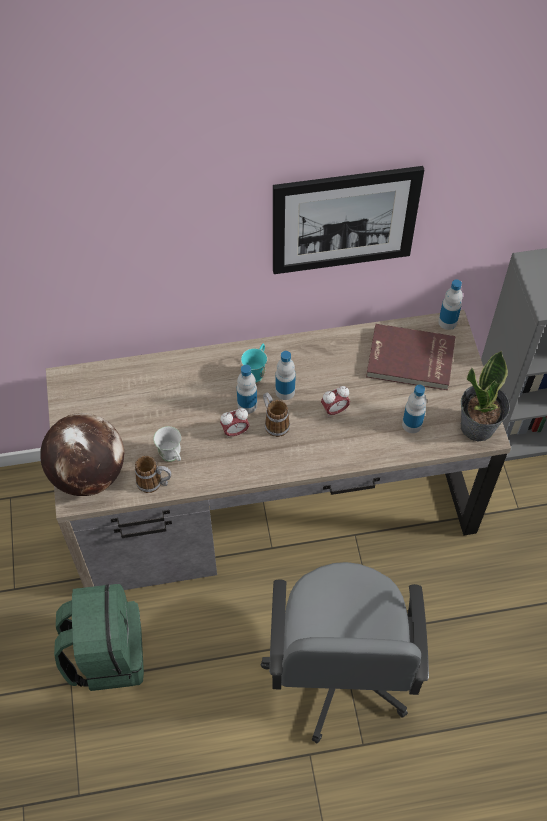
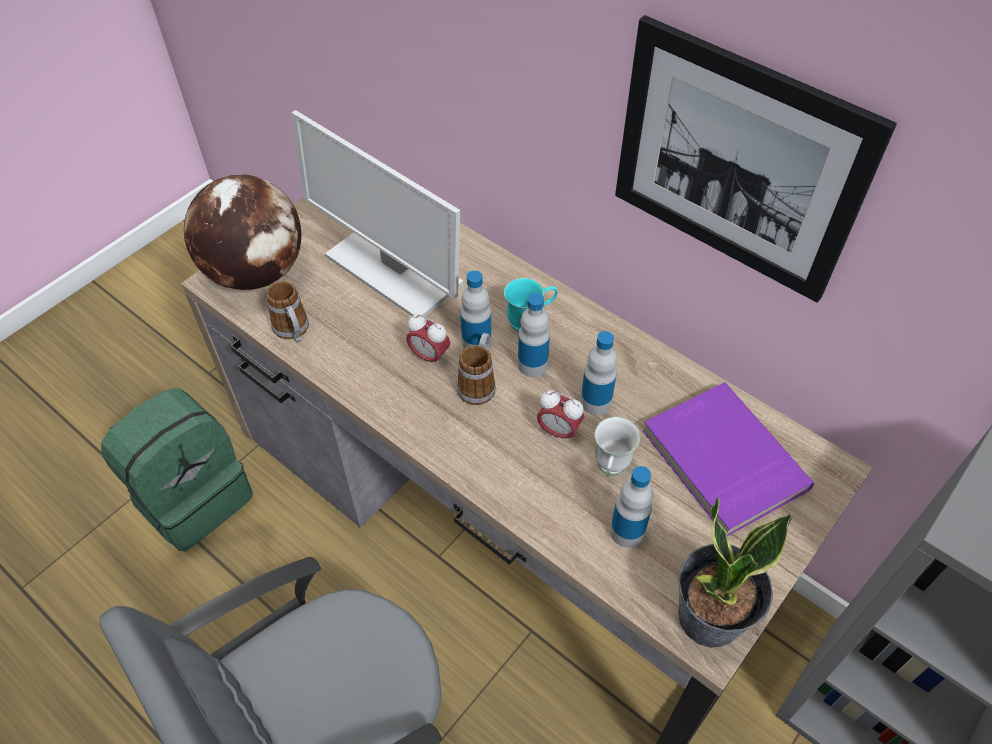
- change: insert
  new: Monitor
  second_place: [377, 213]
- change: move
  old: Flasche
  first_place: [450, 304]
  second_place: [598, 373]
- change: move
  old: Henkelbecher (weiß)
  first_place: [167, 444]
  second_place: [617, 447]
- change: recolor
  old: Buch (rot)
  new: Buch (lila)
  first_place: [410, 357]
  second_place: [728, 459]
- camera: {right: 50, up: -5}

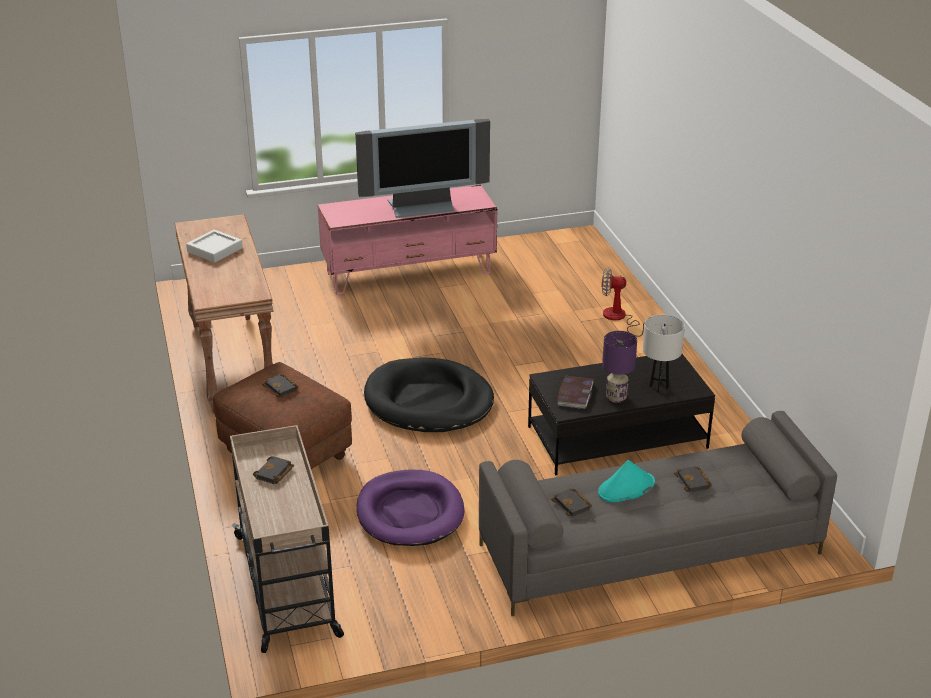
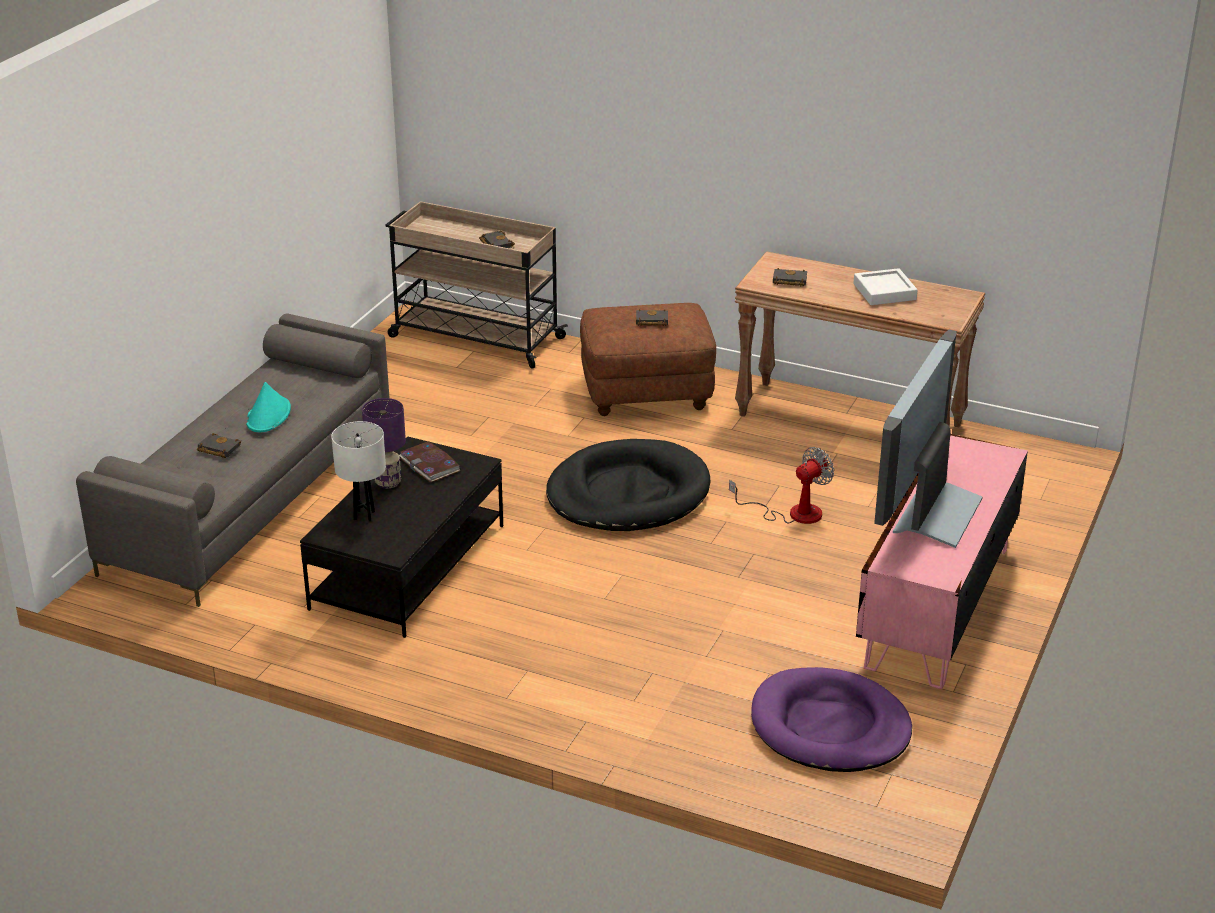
- change: move
  old: Ventilator
  first_place: [623, 302]
  second_place: [781, 485]
- change: move
  old: Hundebett (lila)
  first_place: [410, 507]
  second_place: [831, 719]
- change: move
  old: Buch (schwarz)
  first_place: [571, 502]
  second_place: [790, 277]
- camera: {right: 130, up: 0}

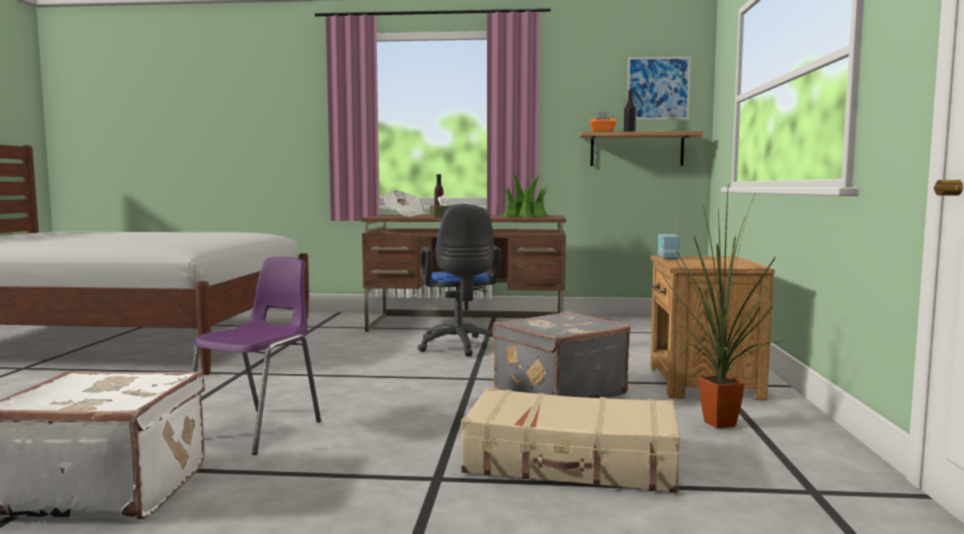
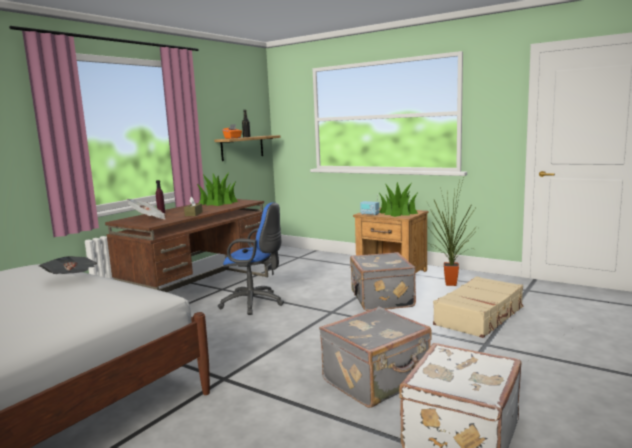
- change: insert
  new: Zeitung
  second_place: [68, 265]
- change: replace
  old: Stuhl (lila)
  new: Koffer (grau)
  first_place: [256, 356]
  second_place: [375, 357]
- change: insert
  new: Topfpflanze
  second_place: [398, 199]
- change: delete
  old: Bild
  first_place: [659, 88]
- camera: {right: -60, up: 5}

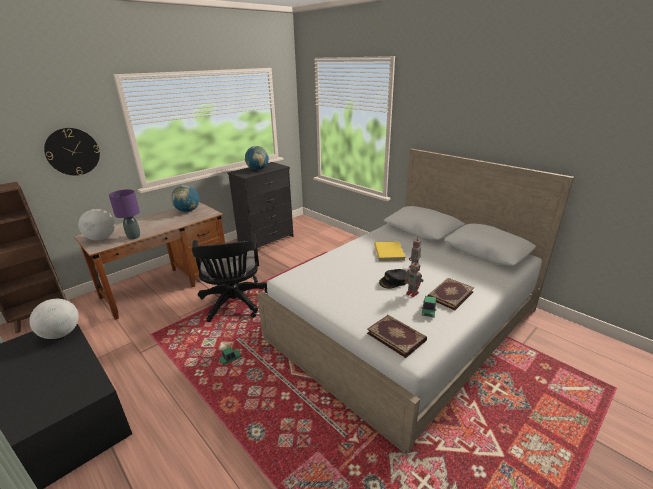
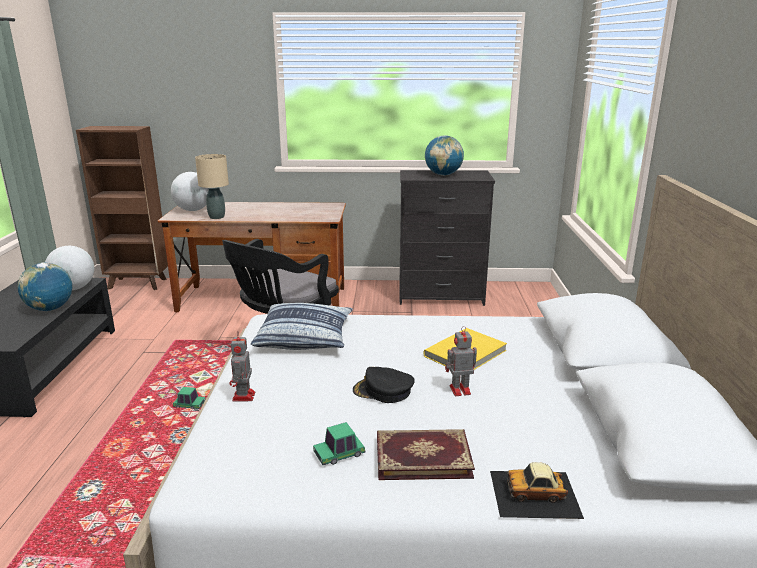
- change: move
  old: Globus
  first_place: [185, 198]
  second_place: [44, 286]
- change: recolor
  old: Tischlampe (lila)
  new: Tischlampe (beige)
  first_place: [124, 214]
  second_place: [212, 186]
- change: move
  old: Spielzeugroboter
  first_place: [414, 278]
  second_place: [242, 366]
- change: insert
  new: Kissen
  second_place: [302, 326]
- change: insert
  new: Spielzeugauto
  second_place: [537, 490]
- change: delete
  old: Wanduhr
  first_place: [72, 152]
- change: delete
  old: Buch
  first_place: [397, 336]
- camera: {right: 45, up: -5}

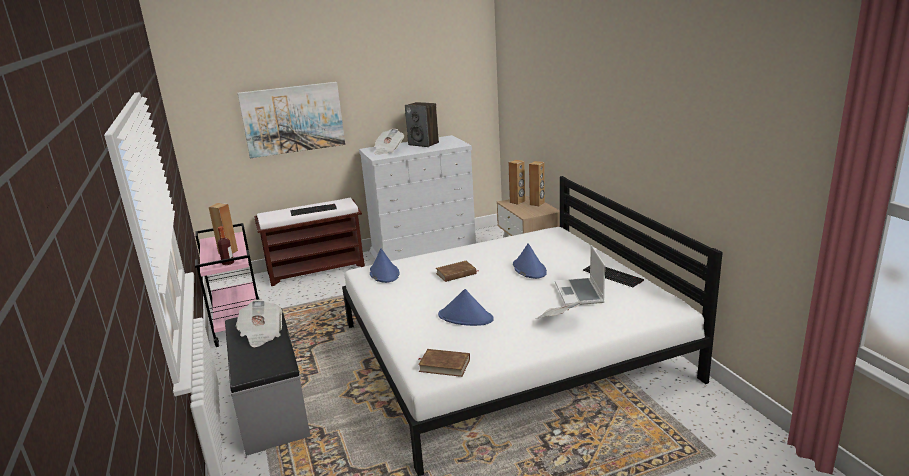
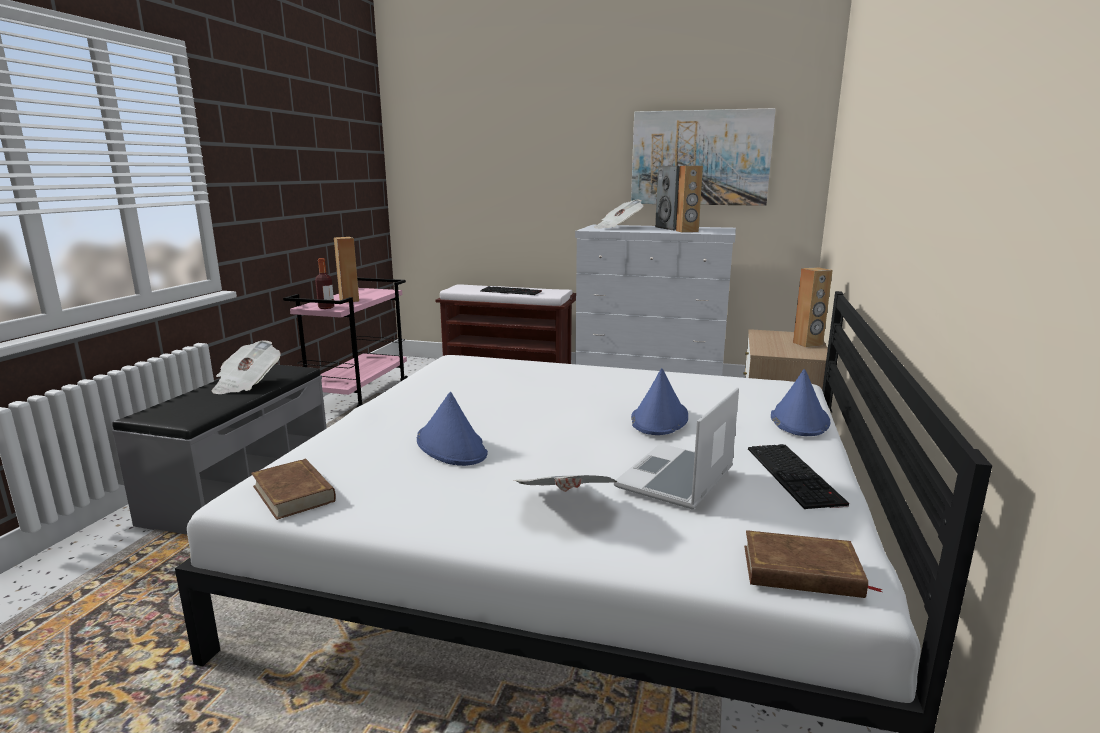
- change: move
  old: Bild
  first_place: [291, 120]
  second_place: [703, 157]
- change: move
  old: Lautsprecher (braun)
  first_place: [516, 182]
  second_place: [689, 199]
- change: move
  old: Buch (braun)
  first_place: [456, 271]
  second_place: [813, 564]
- change: move
  old: Hut (blau)
  first_place: [384, 265]
  second_place: [801, 402]
- camera: {right: 35, up: -5}

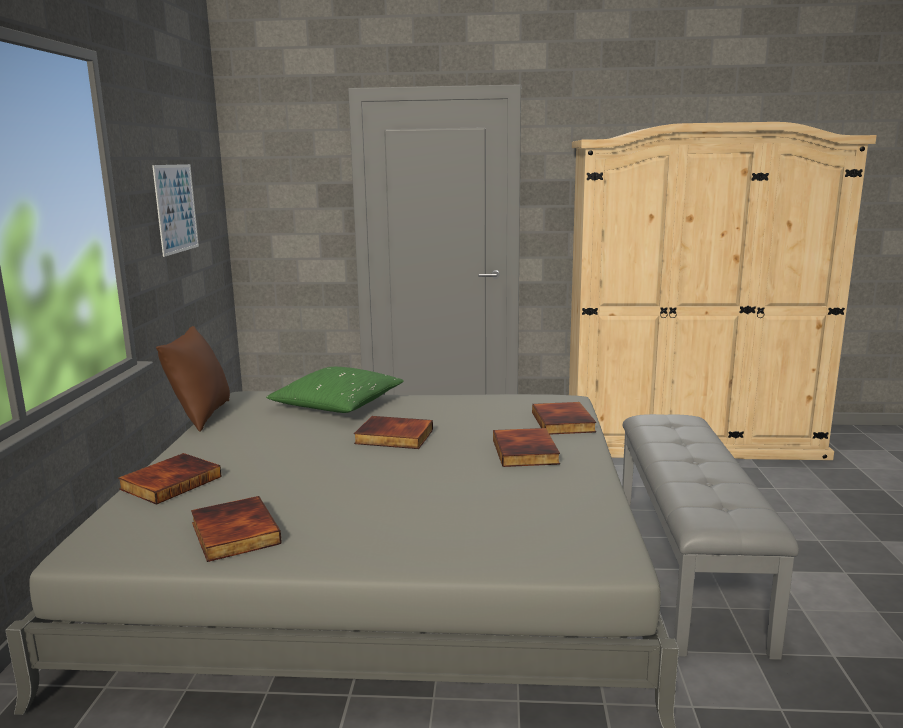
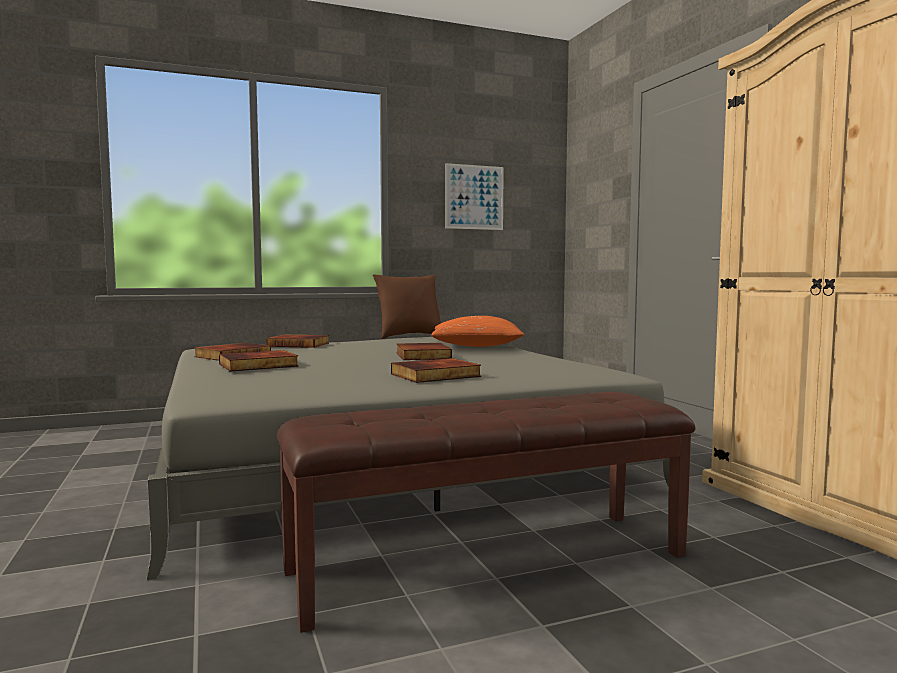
- change: move
  old: Buch
  first_place: [564, 418]
  second_place: [259, 360]
- change: recolor
  old: Bank (grau)
  new: Bank (braun)
  first_place: [710, 537]
  second_place: [486, 512]
- change: recolor
  old: Kissen (grün)
  new: Kissen (orange)
  first_place: [335, 390]
  second_place: [477, 331]
- camera: {right: 65, up: -10}

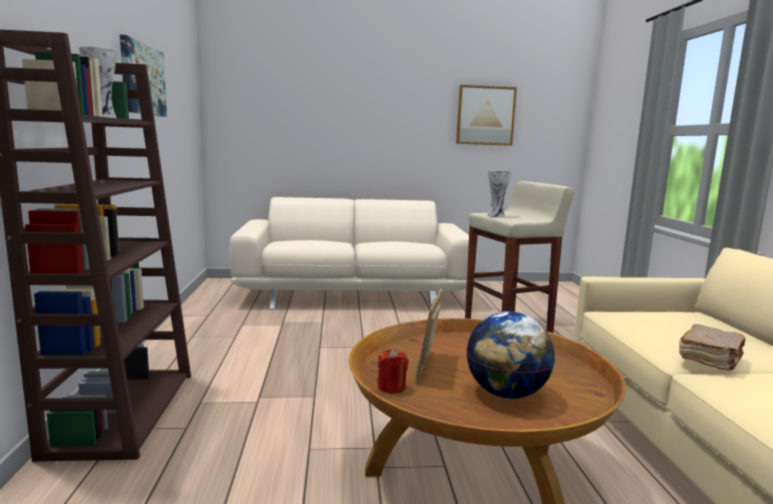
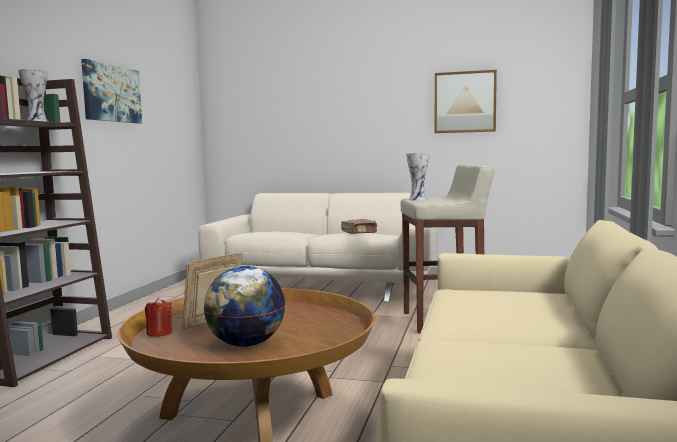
- change: move
  old: Buch (braun)
  first_place: [712, 347]
  second_place: [359, 226]
- camera: {right: 20, up: -5}

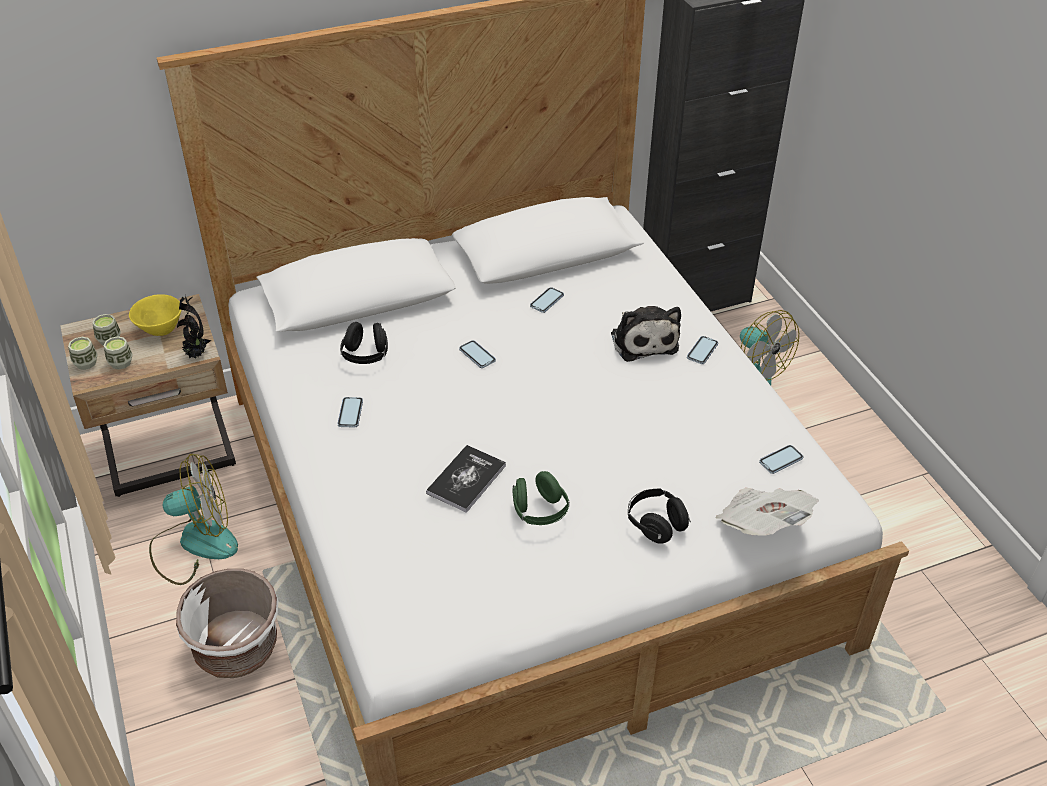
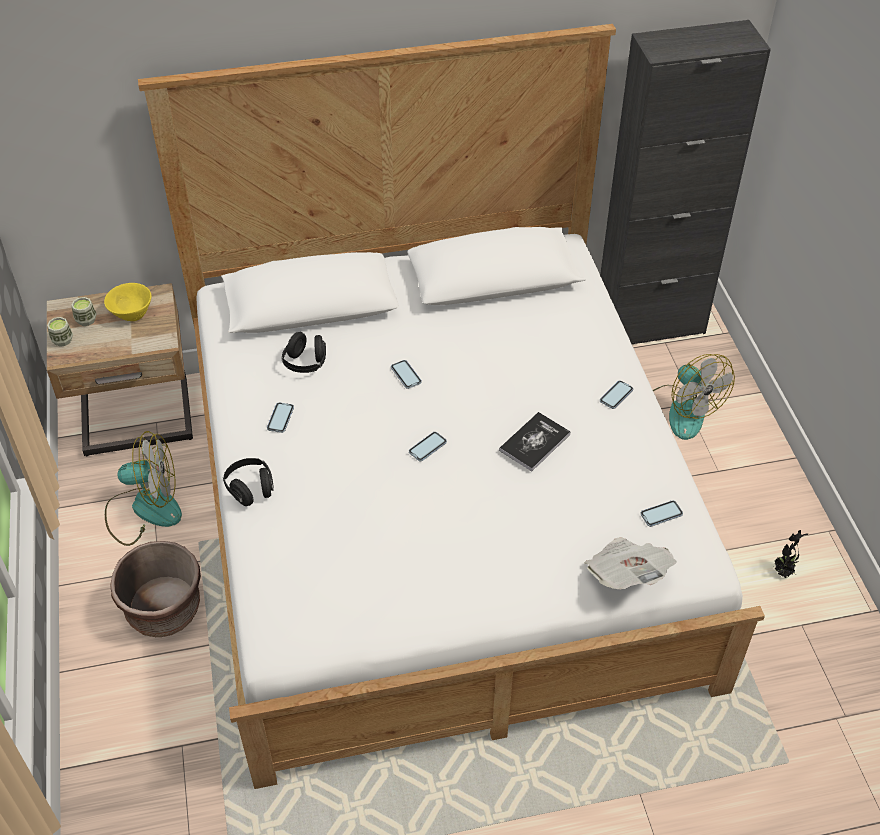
- change: recolor
  old: Pflanzkübel (weiß)
  new: Pflanzkübel (braun)
  first_place: [227, 623]
  second_place: [156, 589]
- change: move
  old: Kopfhörer (schwarz)
  first_place: [659, 516]
  second_place: [248, 482]
- change: move
  old: Handy
  first_place: [547, 300]
  second_place: [428, 446]
- change: move
  old: Buch
  first_place: [466, 479]
  second_place: [535, 442]
- change: move
  old: Topfpflanze
  first_place: [194, 327]
  second_place: [791, 554]
- change: delete
  old: Tasse
  first_place: [118, 353]
- change: delete
  old: Kopfhörer (grün)
  first_place: [541, 498]
- change: delete
  old: Plüschtier
  first_place: [646, 334]
- camera: {right: 10, up: 5}

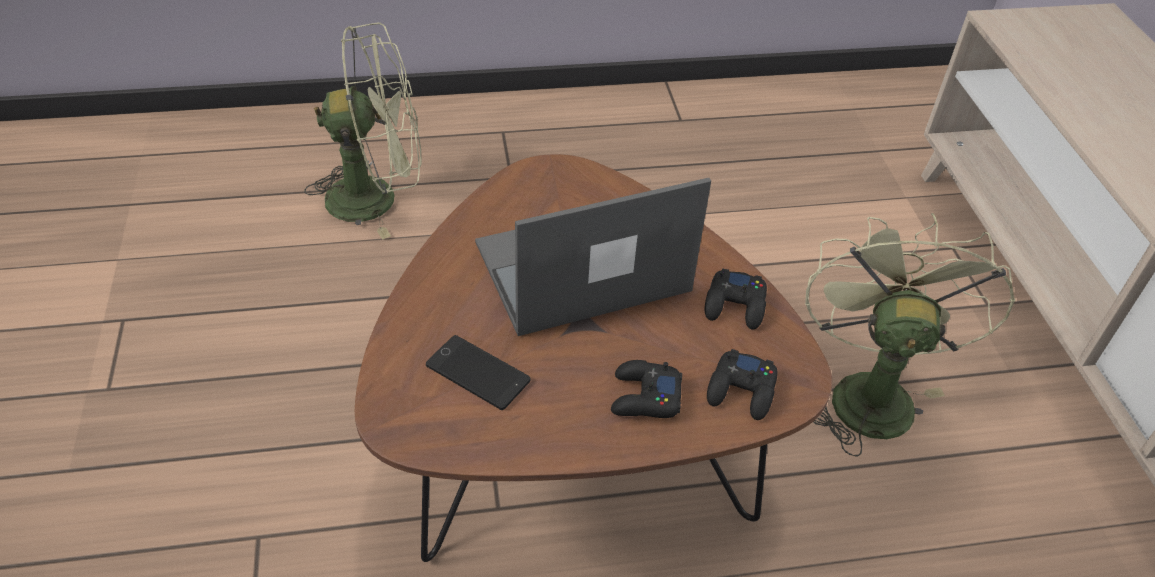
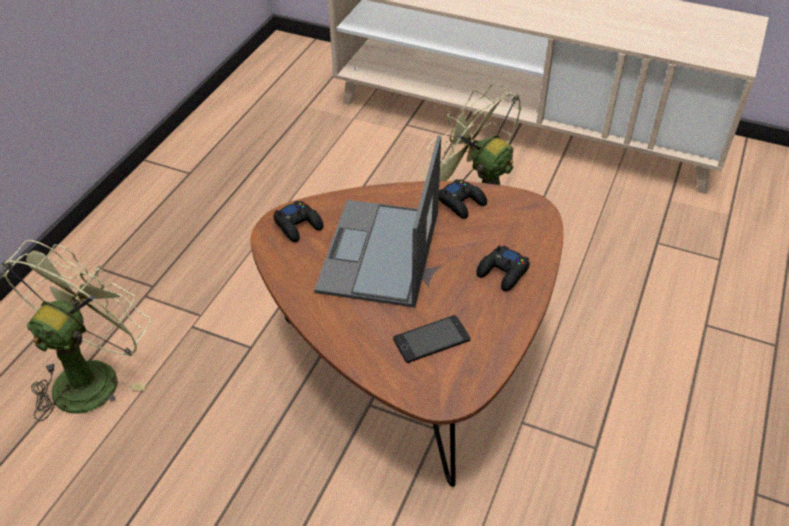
- change: move
  old: Gamepad (schwarz)
  first_place: [742, 384]
  second_place: [298, 221]
- camera: {right: -55, up: 0}

